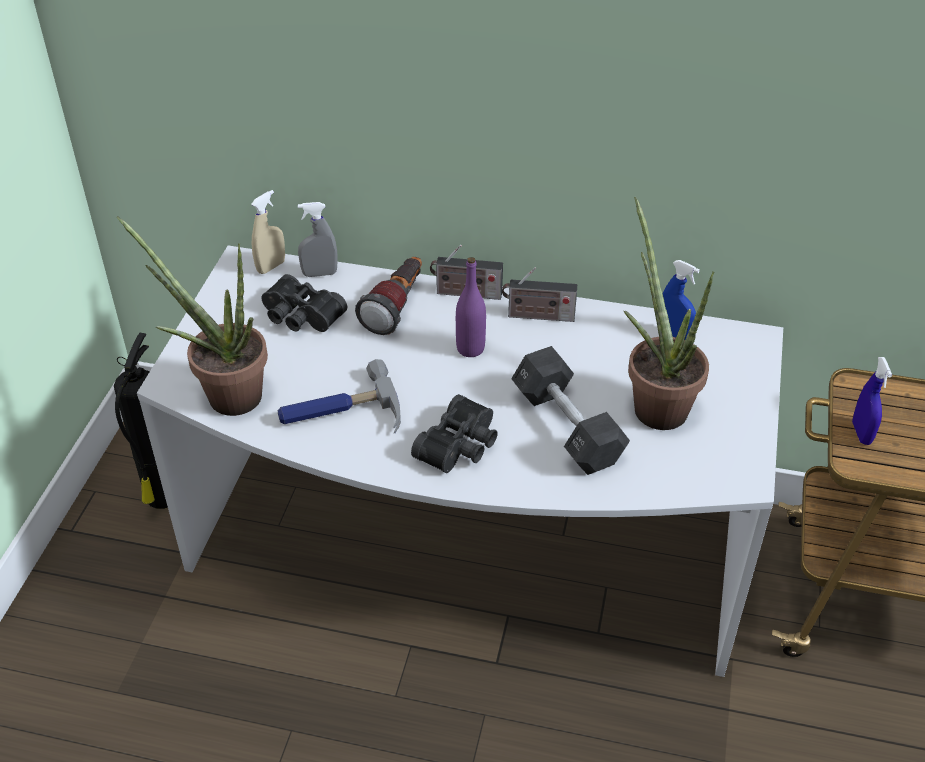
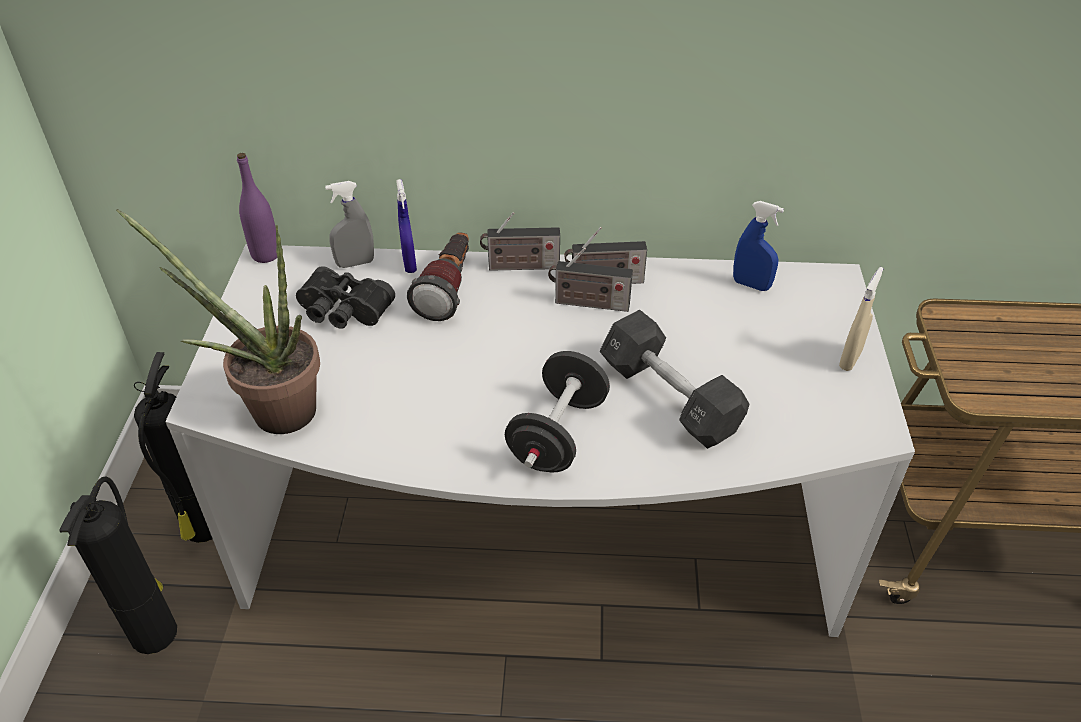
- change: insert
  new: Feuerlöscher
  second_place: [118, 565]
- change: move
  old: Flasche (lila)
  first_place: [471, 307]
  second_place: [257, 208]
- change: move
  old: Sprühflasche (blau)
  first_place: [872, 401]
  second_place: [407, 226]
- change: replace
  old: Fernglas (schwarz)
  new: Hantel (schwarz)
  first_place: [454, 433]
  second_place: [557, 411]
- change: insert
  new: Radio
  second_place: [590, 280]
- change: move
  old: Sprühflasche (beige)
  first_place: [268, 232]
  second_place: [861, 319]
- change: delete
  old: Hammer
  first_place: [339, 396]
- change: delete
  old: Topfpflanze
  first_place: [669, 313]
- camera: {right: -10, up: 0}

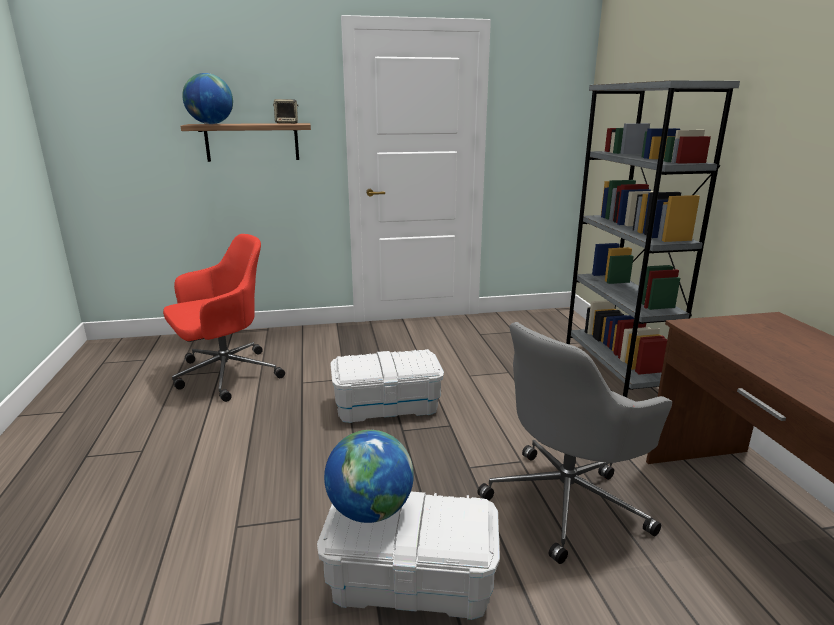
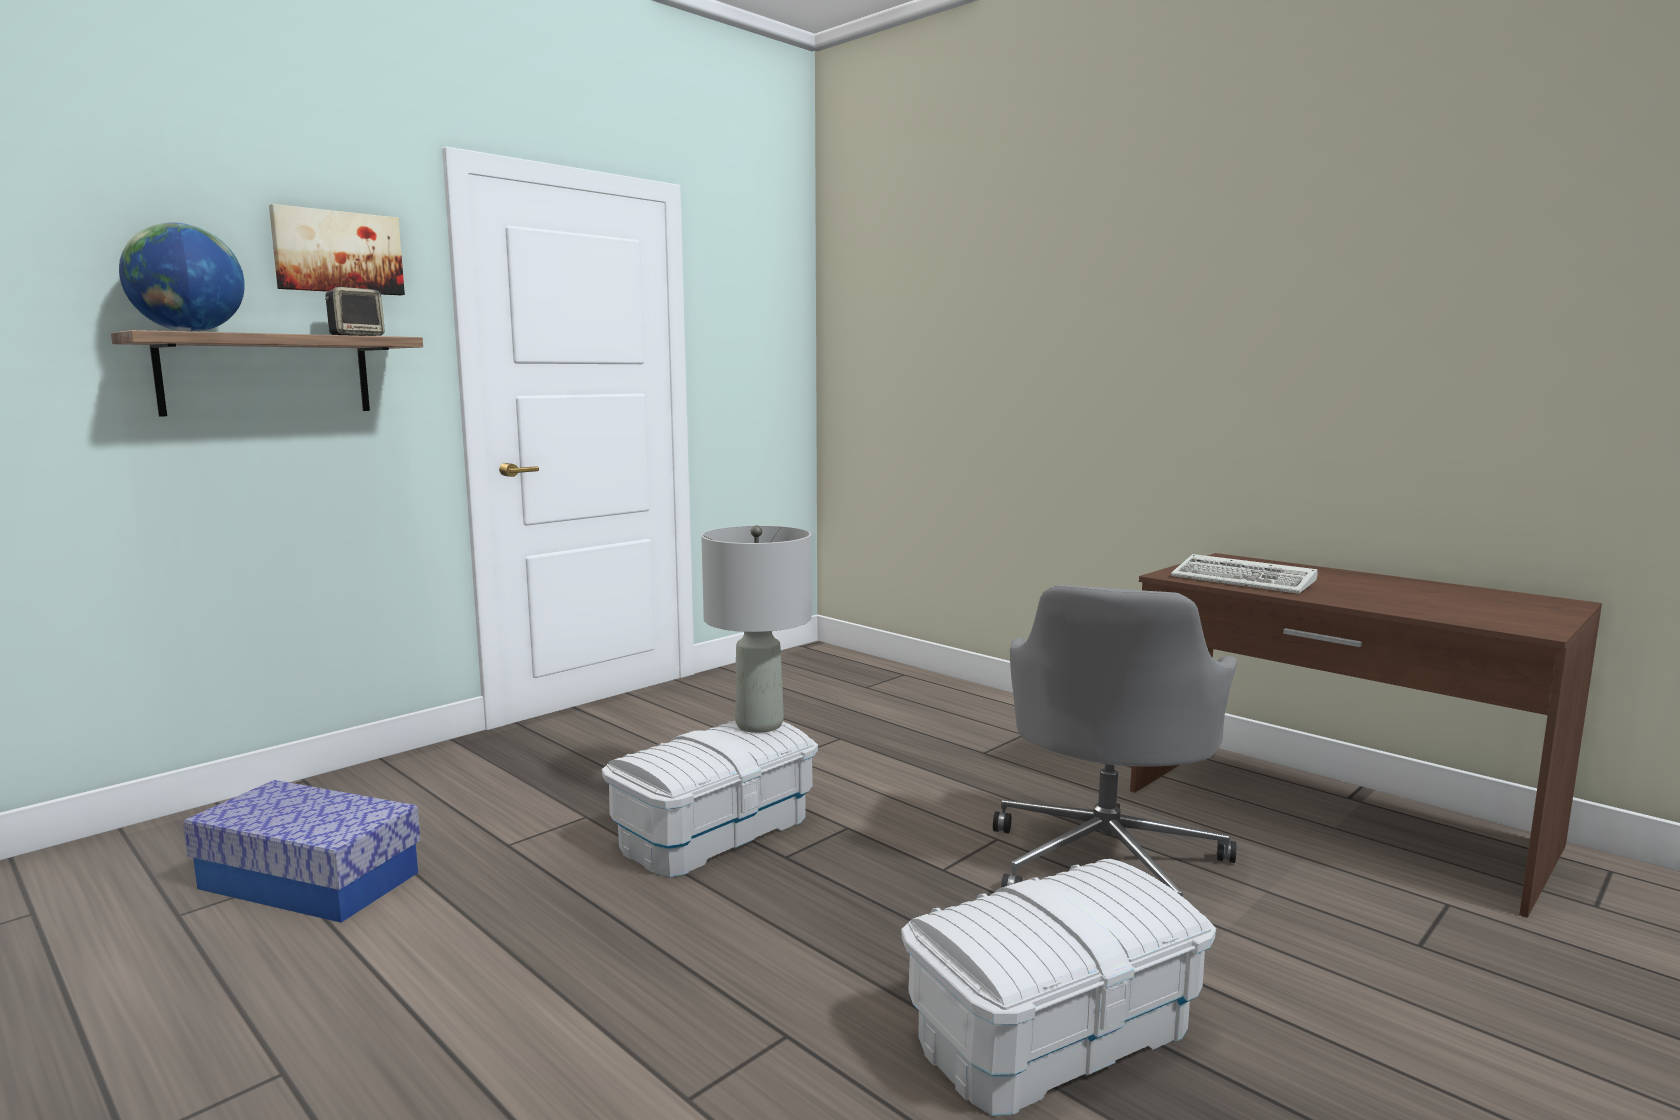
- change: replace
  old: Bürostuhl (rot)
  new: Aufbewahrungsbox
  first_place: [224, 318]
  second_place: [302, 851]
- change: insert
  new: Bild
  second_place: [337, 249]
- change: insert
  new: Tischlampe (grau)
  second_place: [756, 629]
- change: insert
  new: Tastatur
  second_place: [1244, 574]
- change: delete
  old: Globus
  first_place: [369, 476]
- change: delete
  old: Bücherregal (grau)
  first_place: [653, 239]
- camera: {right: -35, up: -10}

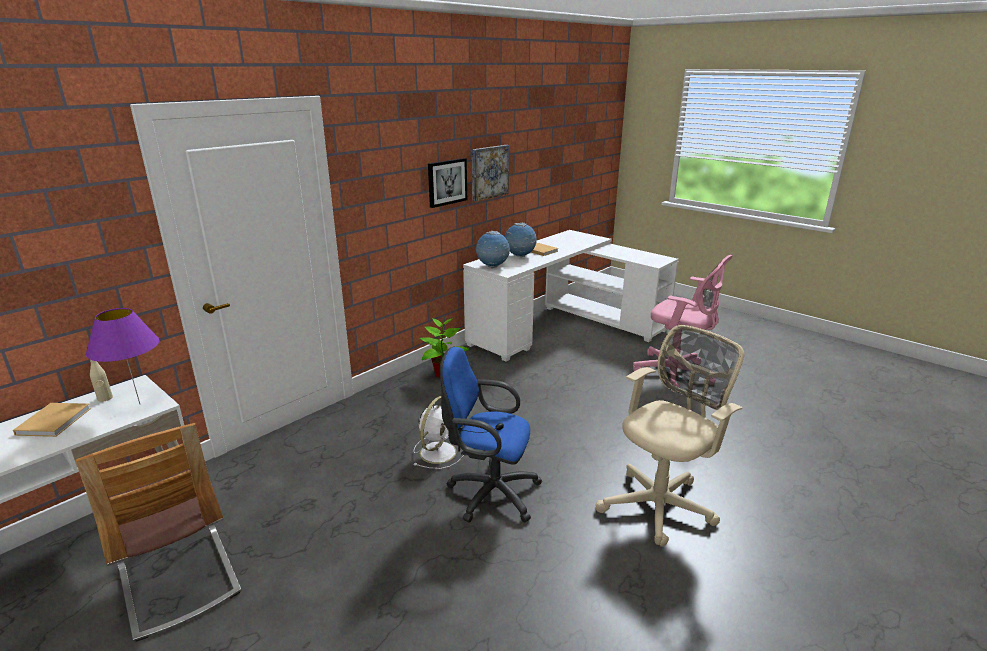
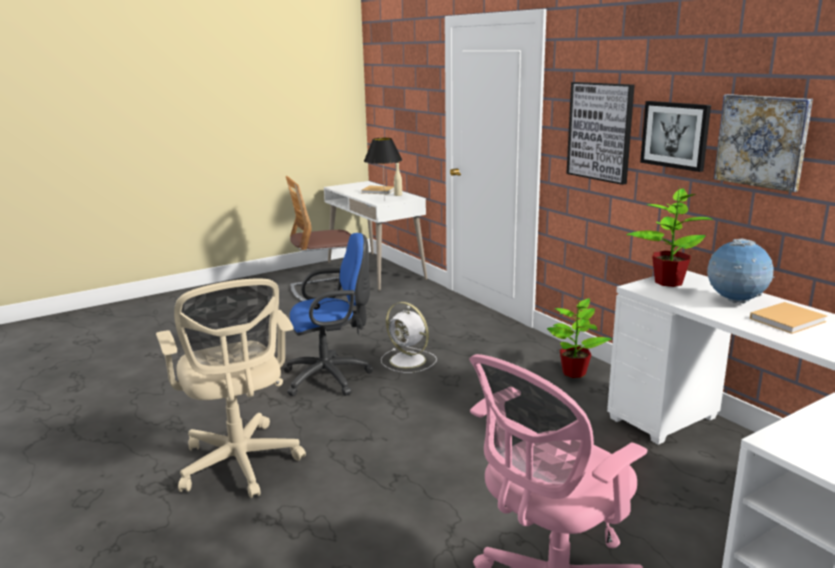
- change: rotate
  old: Bürostuhl (blau)
  first_place: [491, 435]
  second_place: [328, 314]
  degrees: 45
- change: recolor
  old: Tischlampe (lila)
  new: Tischlampe (schwarz)
  first_place: [122, 356]
  second_place: [383, 169]
- change: insert
  new: Bild
  second_place: [600, 133]
- change: replace
  old: Globus
  new: Topfpflanze
  first_place: [493, 249]
  second_place: [669, 237]
- camera: {right: 105, up: -5}

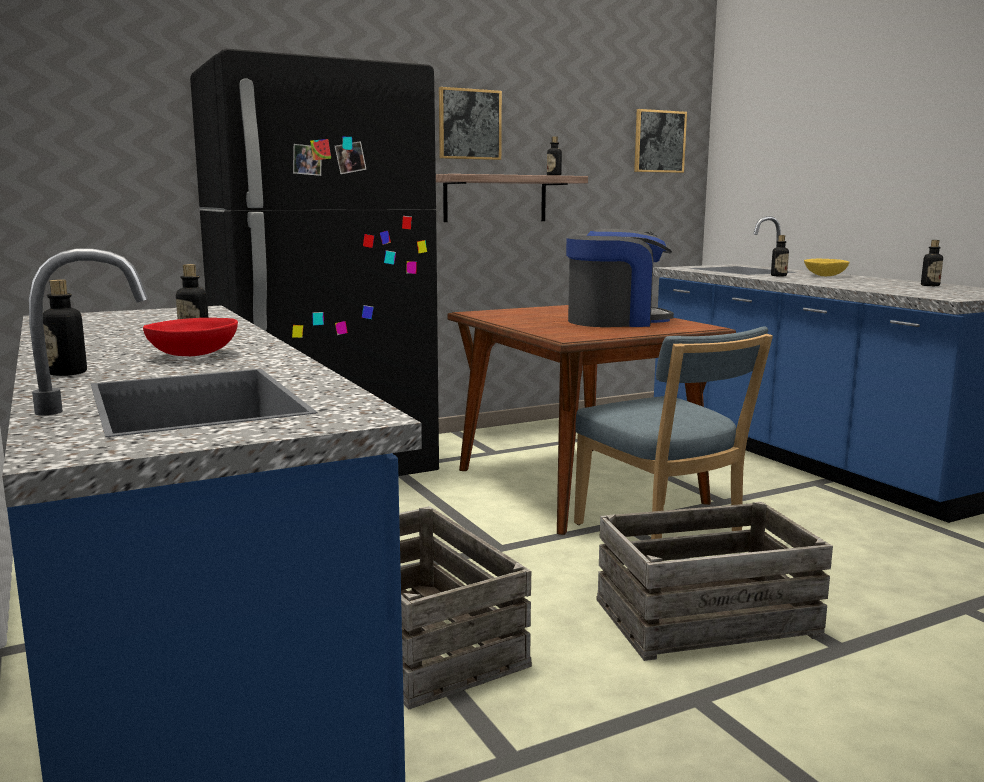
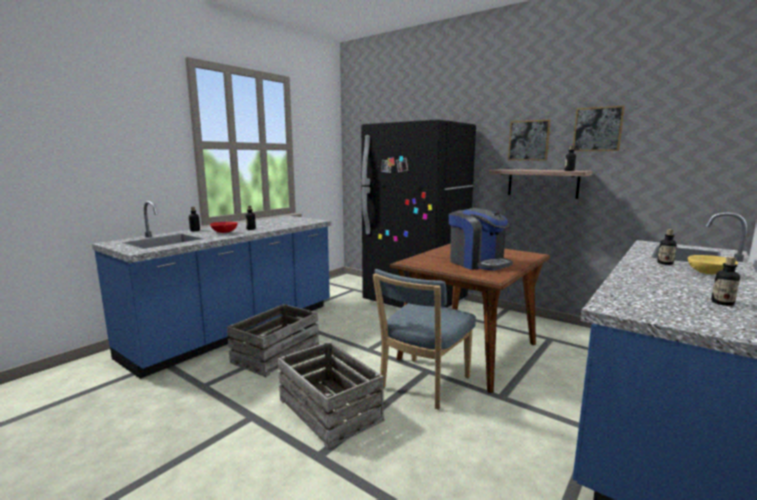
- change: move
  old: Bild
  first_place: [660, 141]
  second_place: [599, 128]
- camera: {right: 65, up: 0}

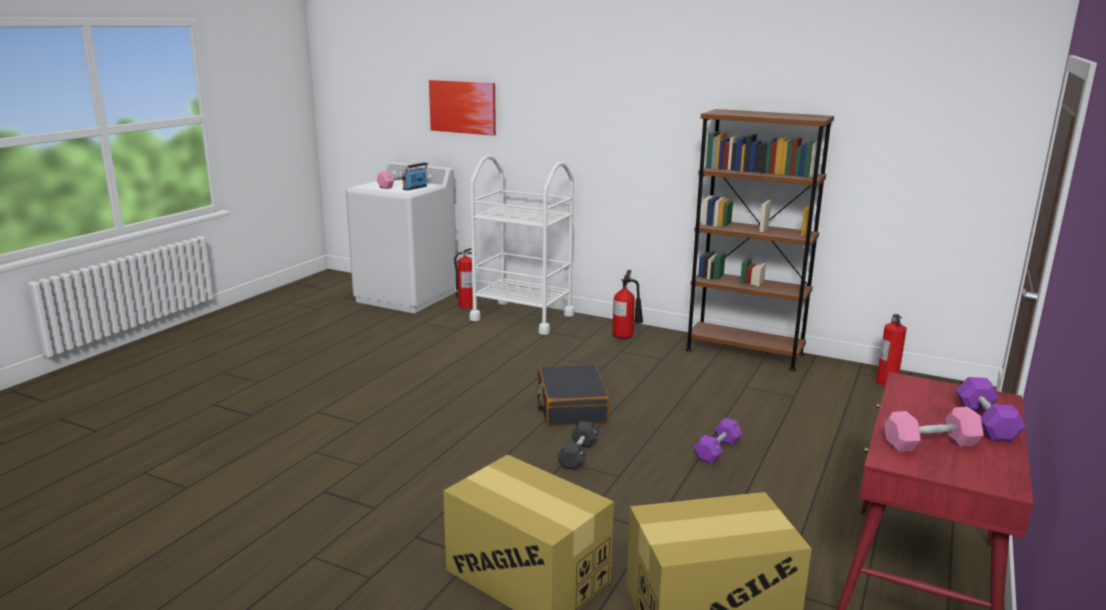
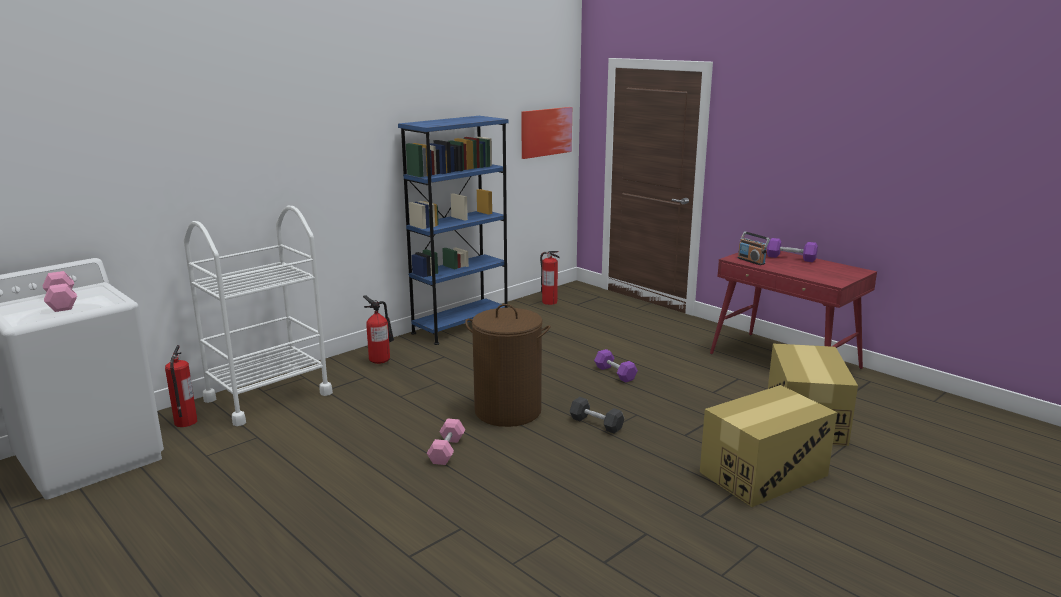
- change: recolor
  old: Bücherregal (braun)
  new: Bücherregal (blau)
  first_place: [760, 240]
  second_place: [453, 230]
- change: move
  old: Hantel (rosa)
  first_place: [934, 429]
  second_place: [445, 441]
- change: replace
  old: Koffer (schwarz)
  new: Wäschekorb (braun)
  first_place: [573, 395]
  second_place: [508, 365]
- change: move
  old: Bild
  first_place: [462, 108]
  second_place: [547, 133]
- change: move
  old: Radio
  first_place: [415, 176]
  second_place: [754, 248]
- camera: {right: -70, up: 0}

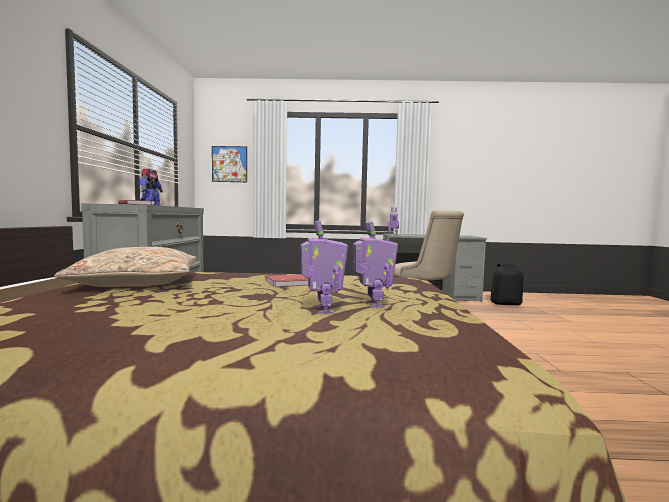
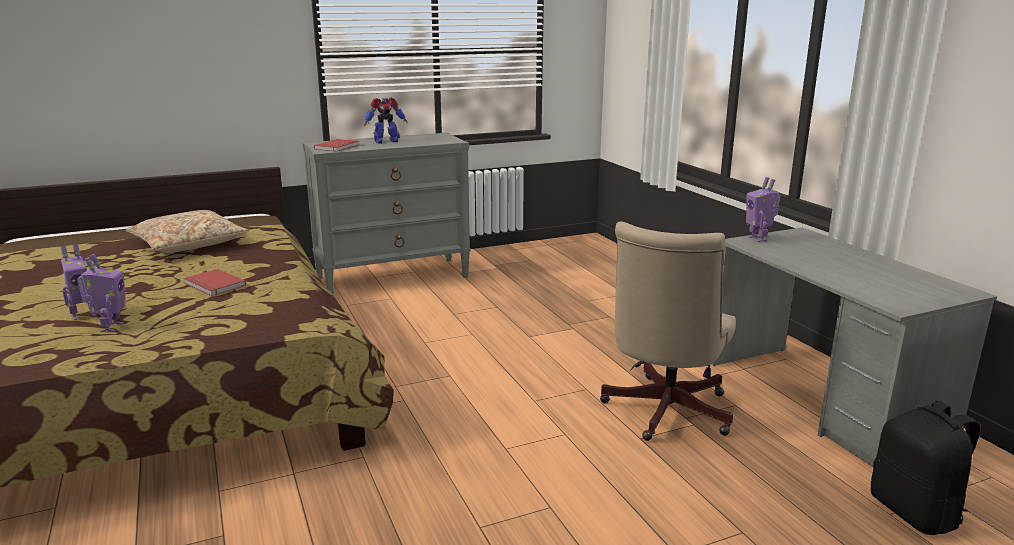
- change: rotate
  old: Spielzeugroboter
  first_place: [375, 264]
  second_place: [101, 293]
  degrees: -60
- change: delete
  old: Bild
  first_place: [229, 164]
- camera: {right: 65, up: 15}

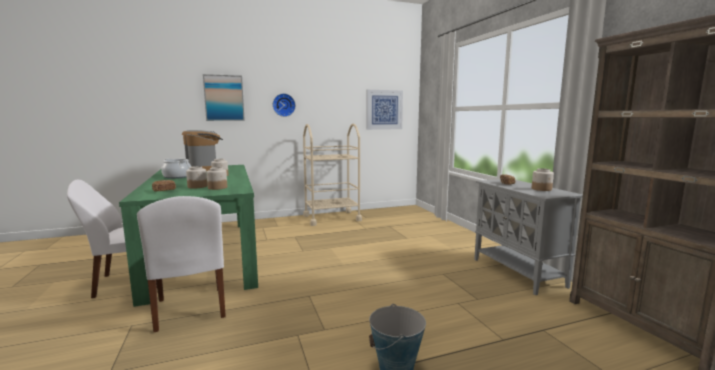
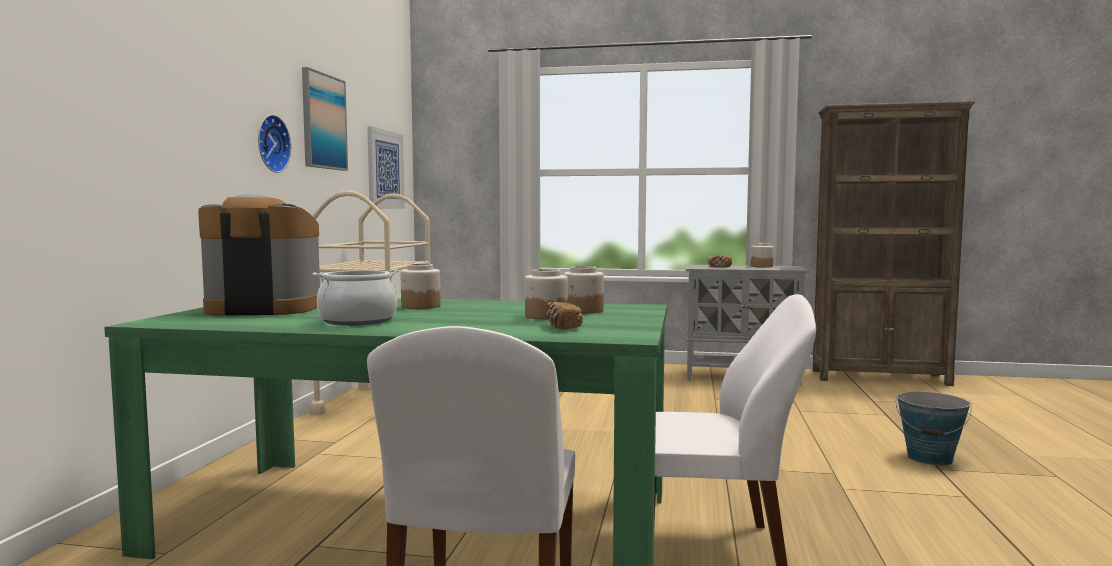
- change: move
  old: Bild
  first_place: [224, 97]
  second_place: [325, 119]
- camera: {right: -60, up: -5}

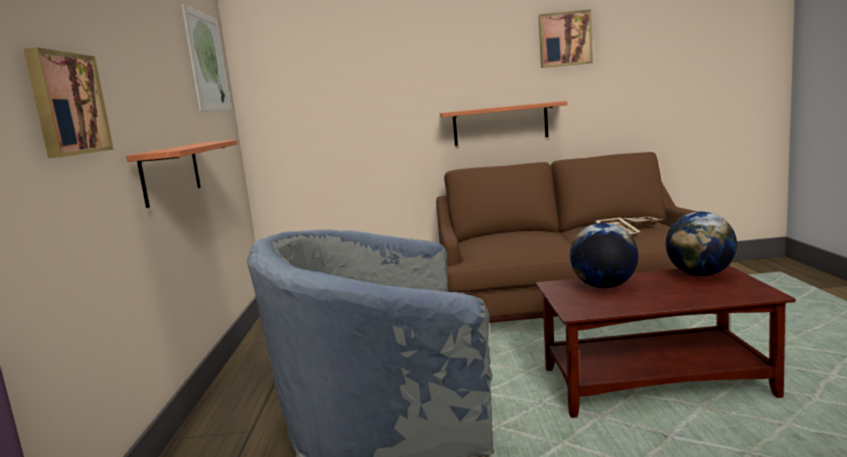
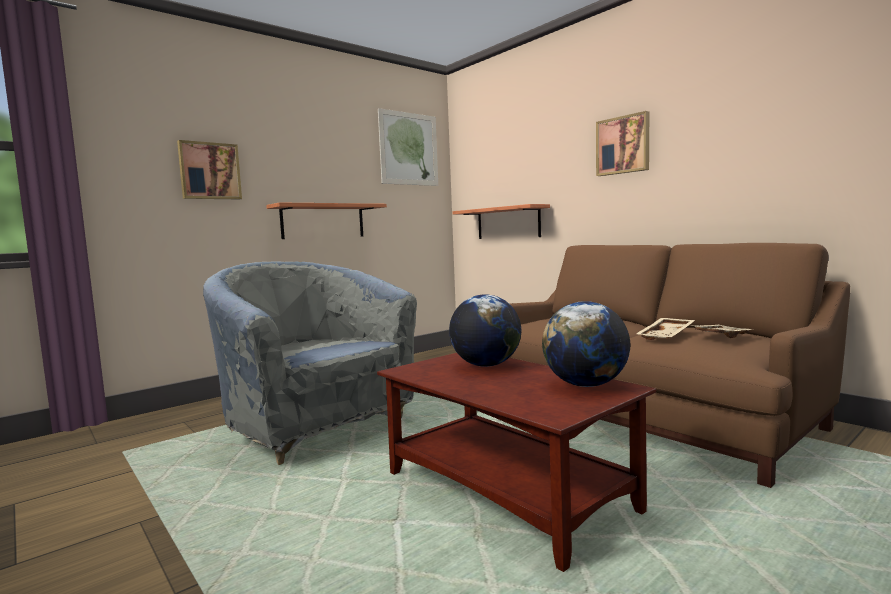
- change: move
  old: Wandregal
  first_place: [504, 123]
  second_place: [501, 221]
- change: move
  old: Bild
  first_place: [565, 38]
  second_place: [622, 143]
- camera: {right: 50, up: -5}

